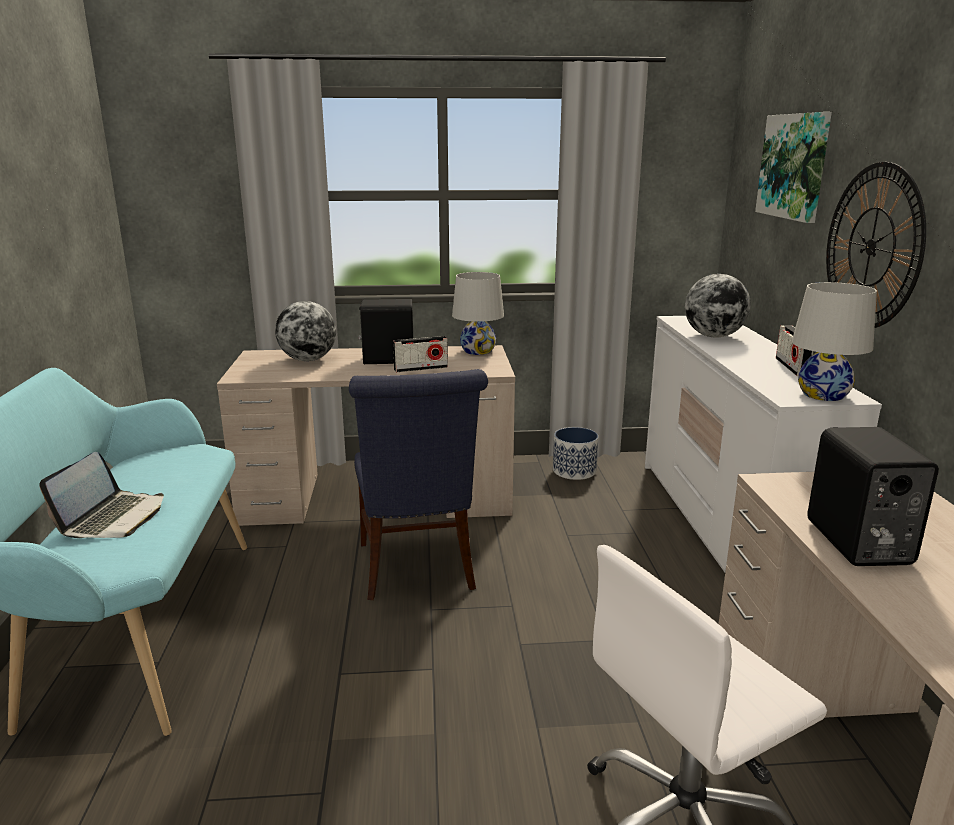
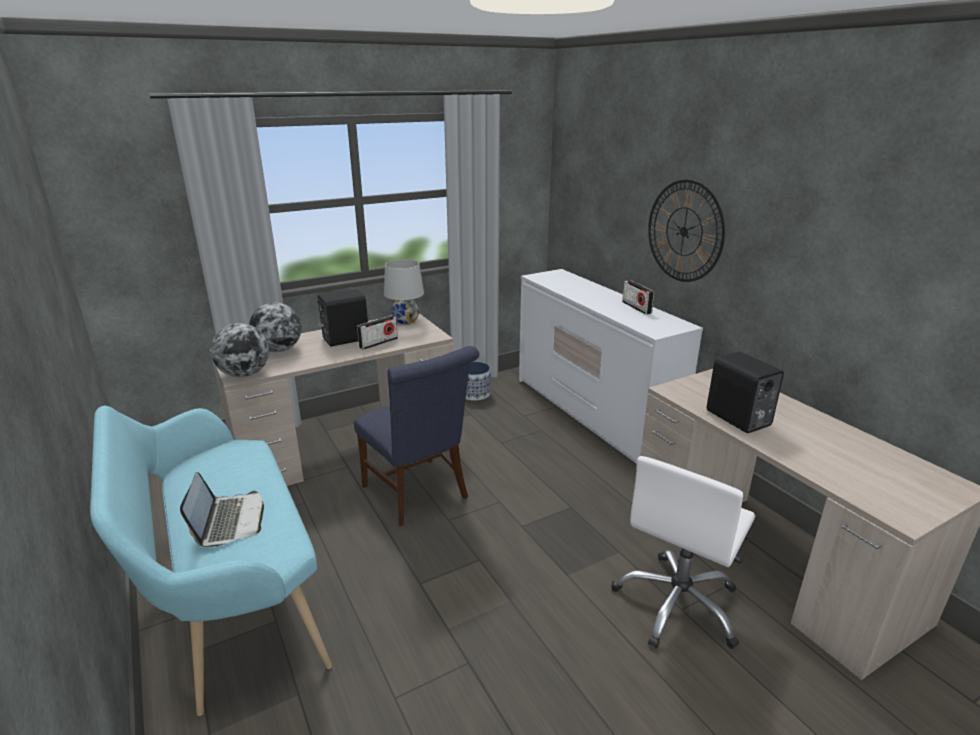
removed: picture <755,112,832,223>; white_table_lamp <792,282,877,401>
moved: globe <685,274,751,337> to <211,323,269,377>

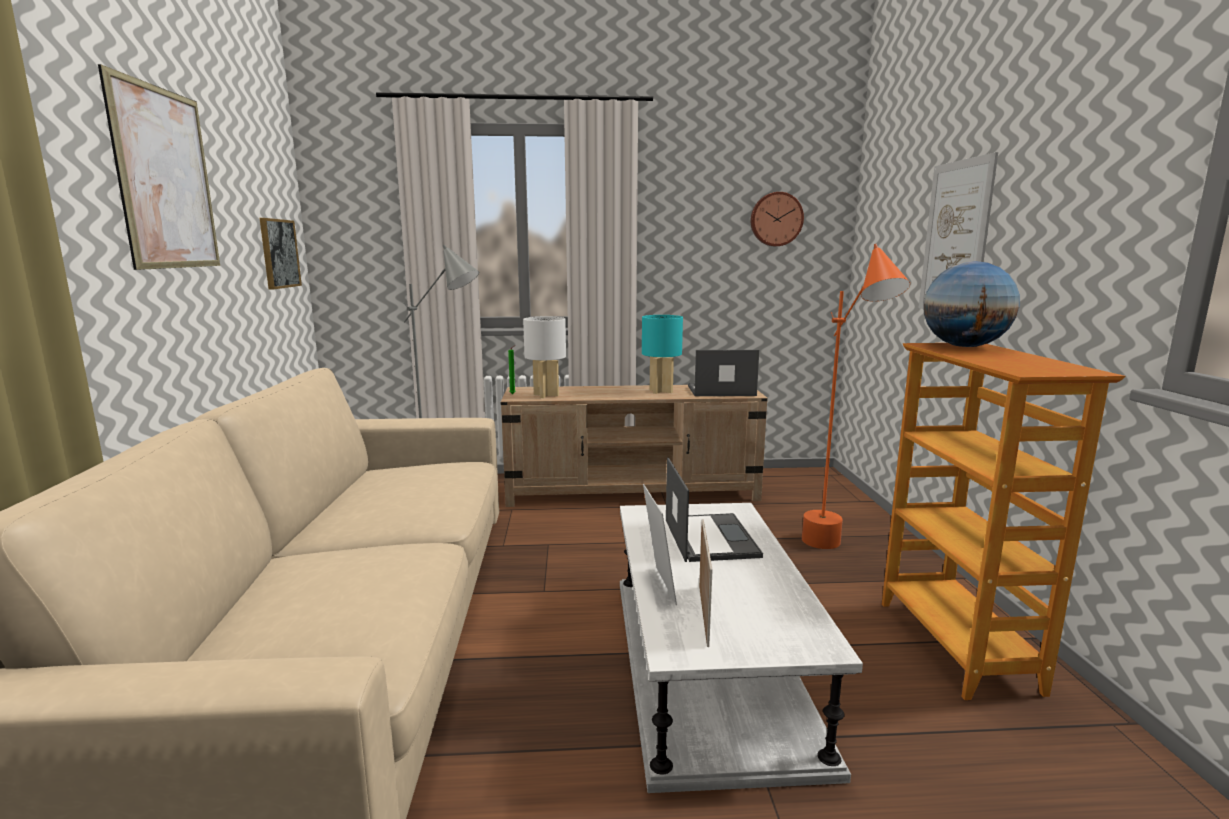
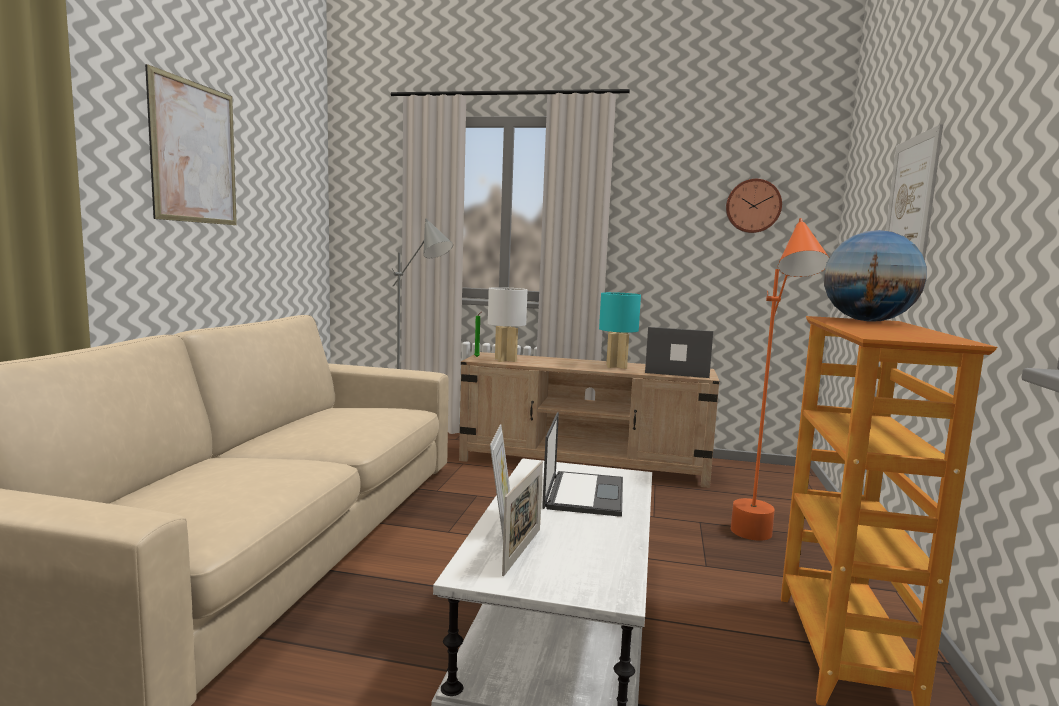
removed: picture <260,218,302,290>

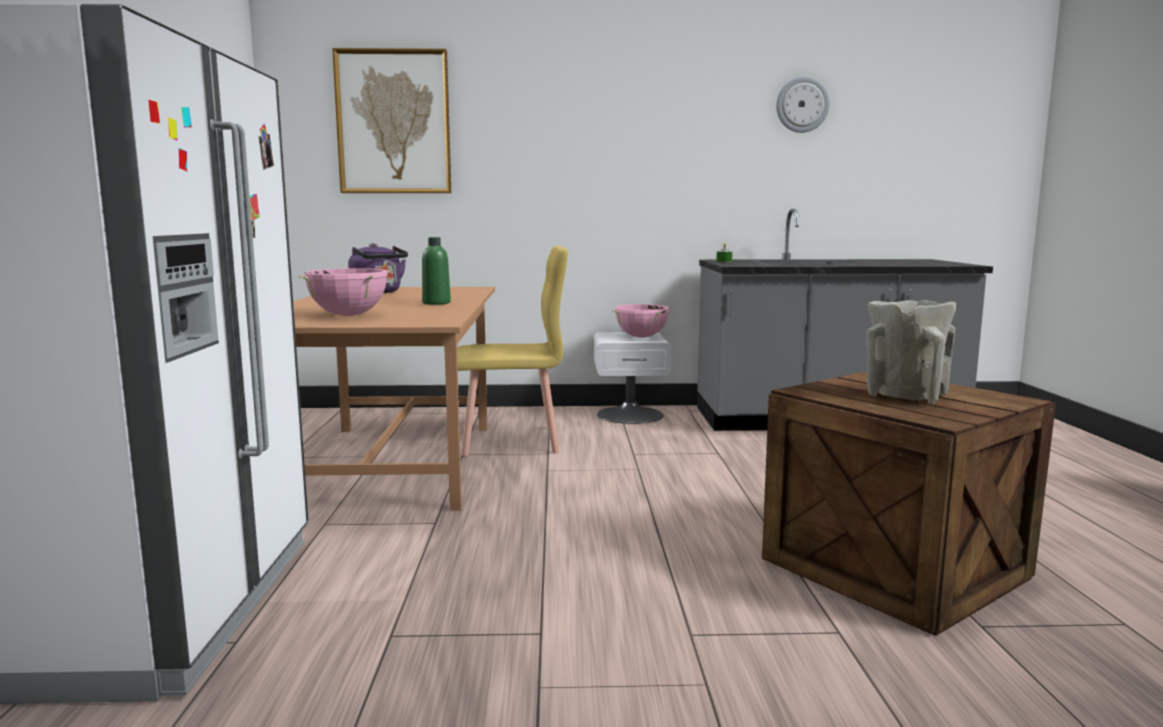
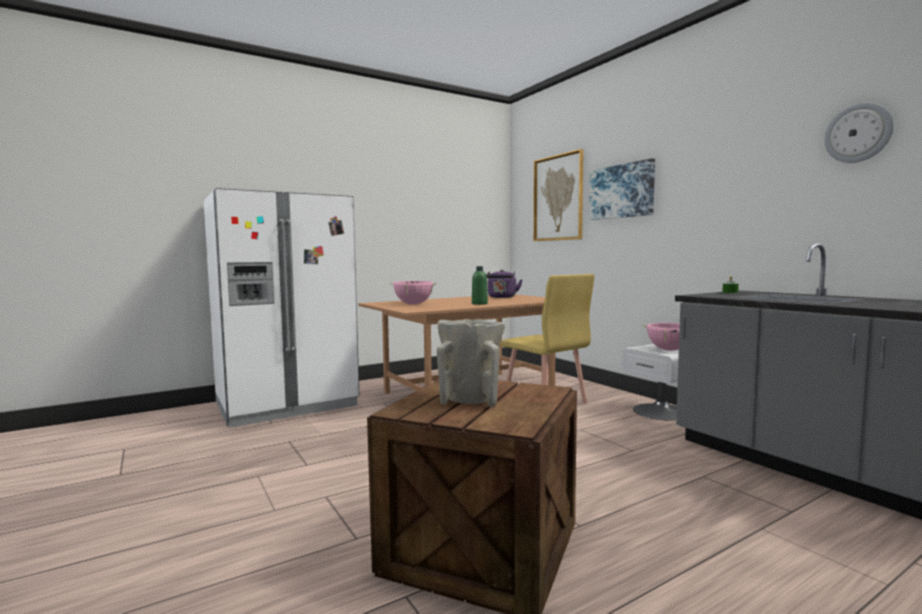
added: picture <589,158,655,220>

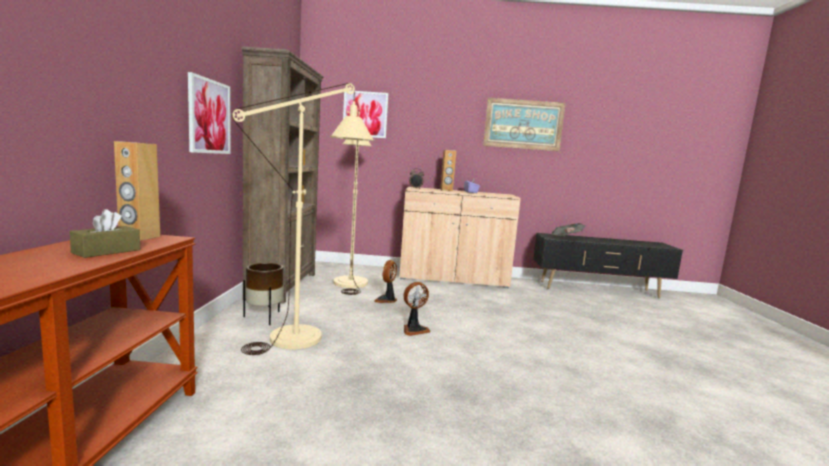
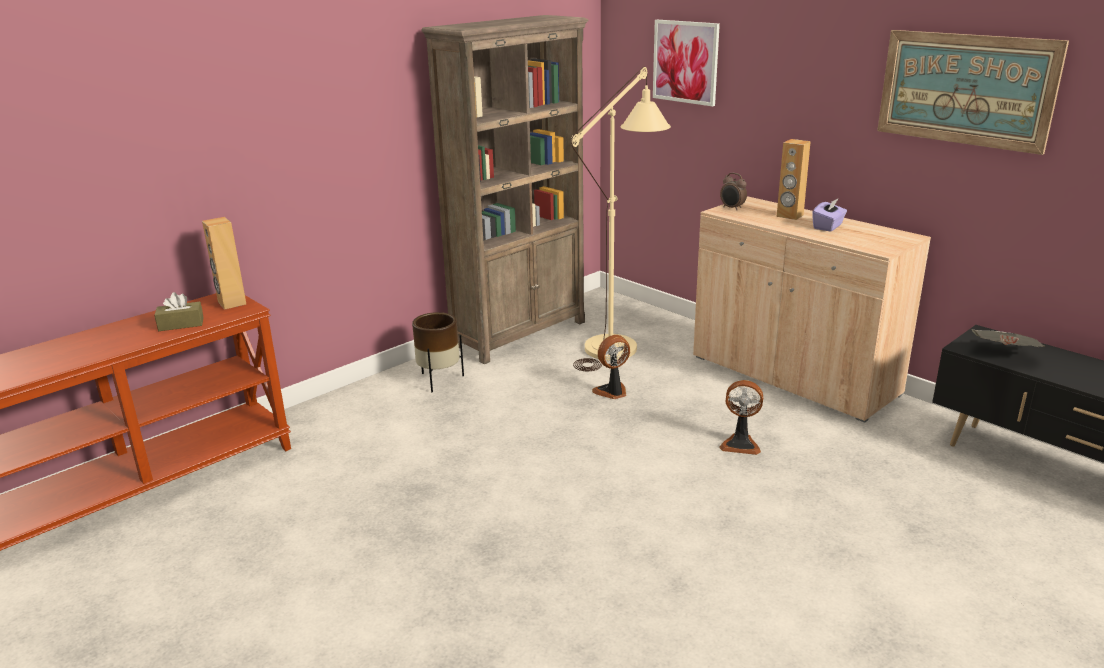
removed: picture <188,72,231,154>; beige_floor_lamp <232,83,375,355>
moved: fan <404,282,430,336> to <720,380,763,455>

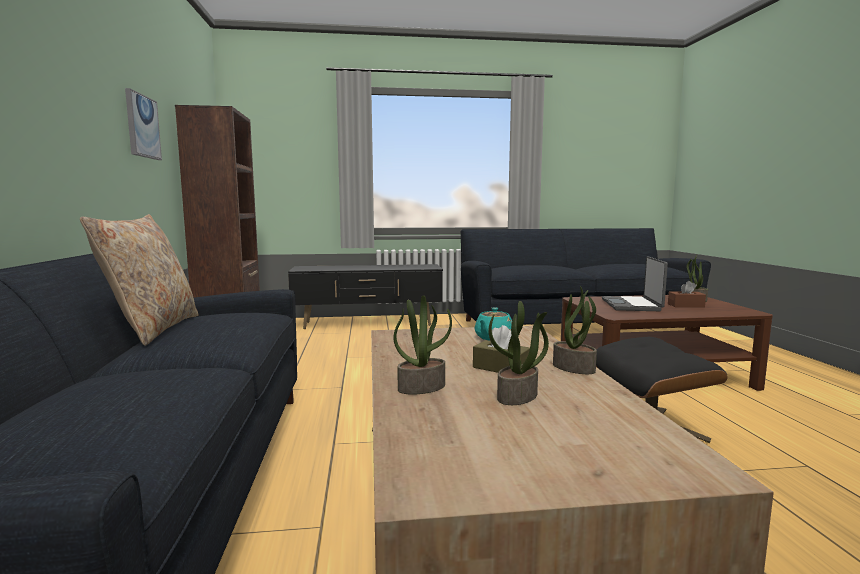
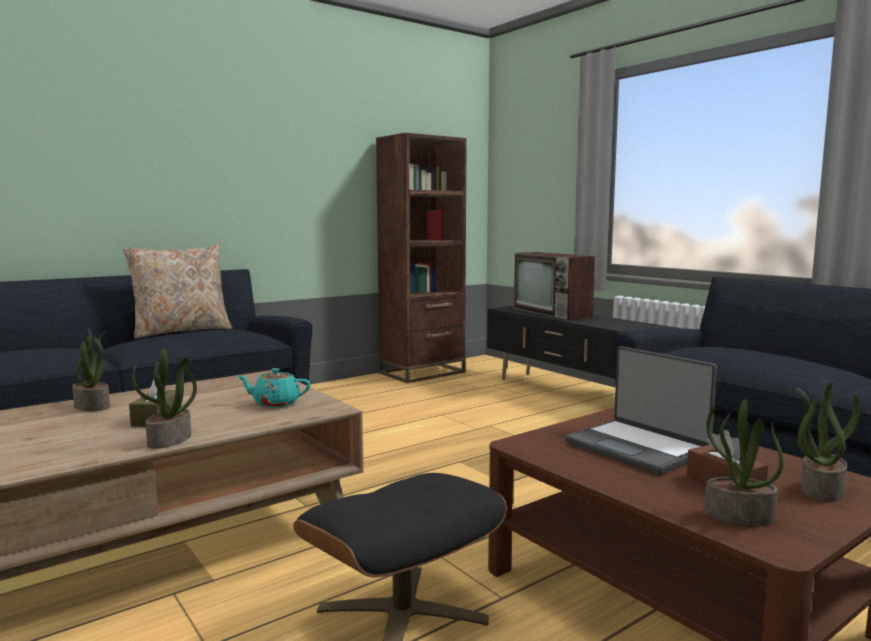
removed: picture <125,88,162,160>
added: television <513,252,595,320>
moved: potted_plant <488,301,549,405> to <704,399,784,526>
turned: laptop <602,256,668,311> = <565,346,717,475> 105 degrees counterclockwise

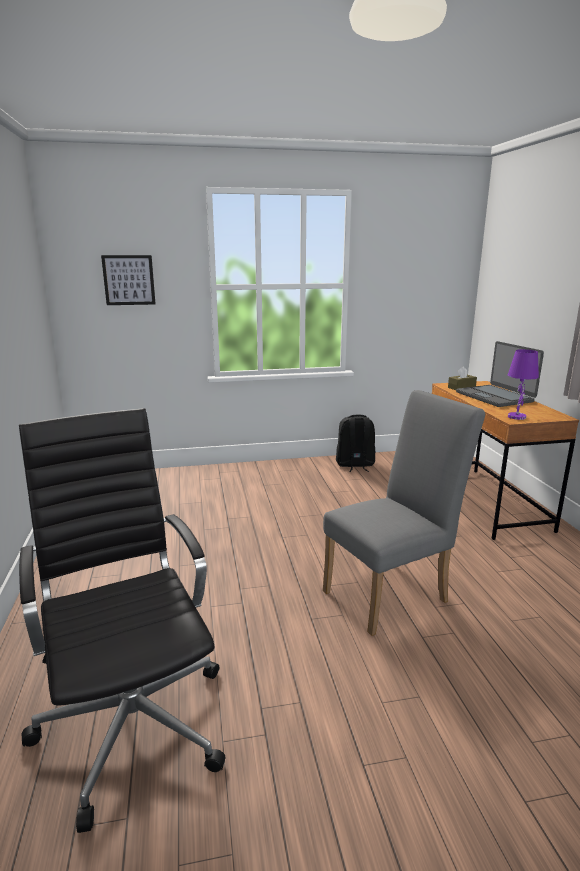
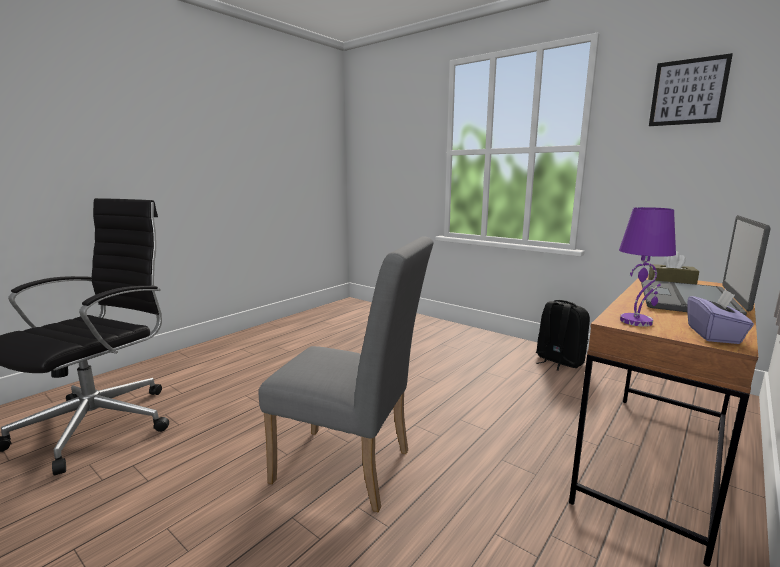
added: purple_tissue_box <687,289,754,344>
moved: picture <101,255,155,305> to <649,53,733,126>

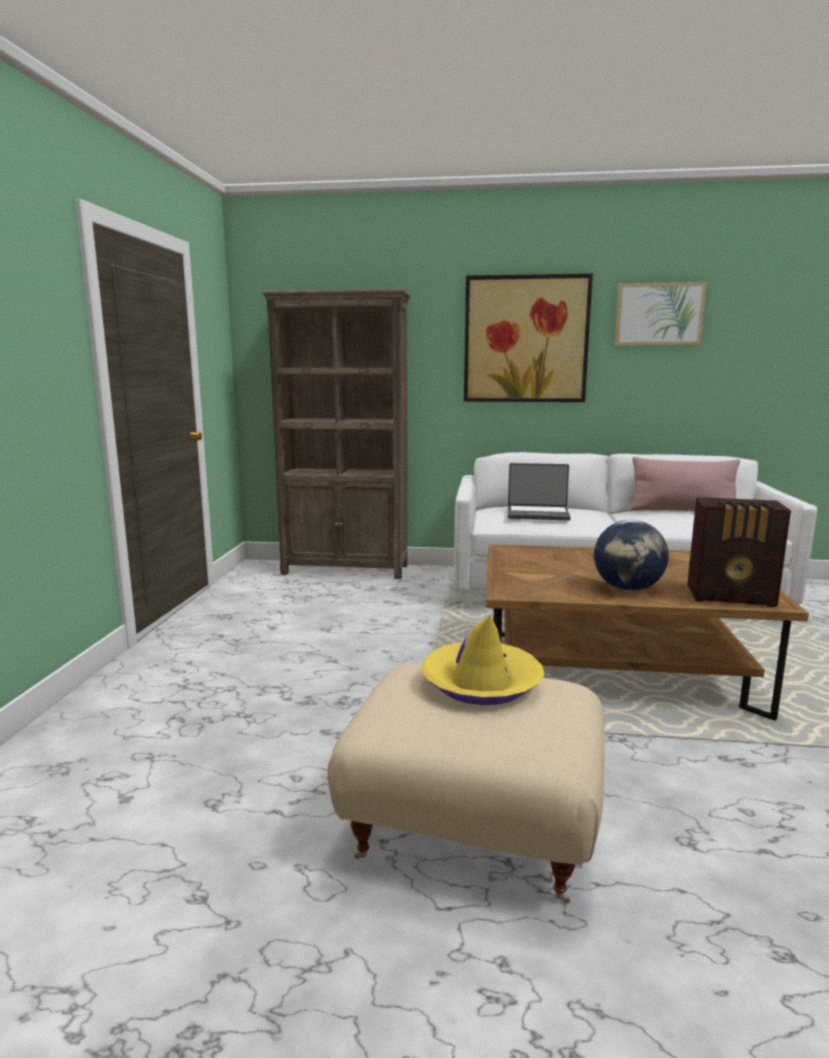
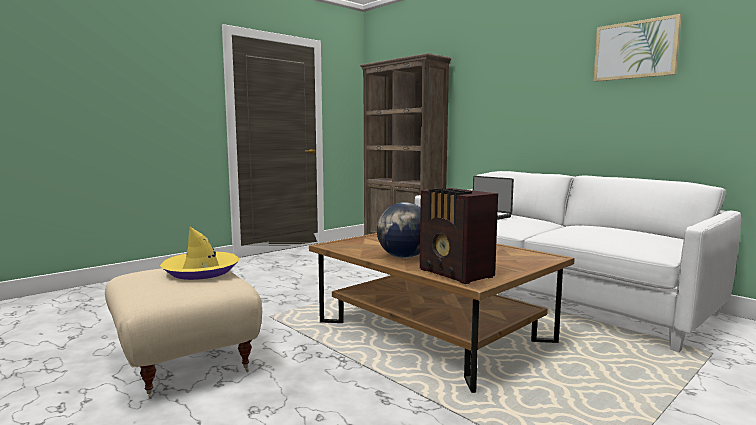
removed: picture <464,273,593,402>; pink_pillow <630,457,740,511>

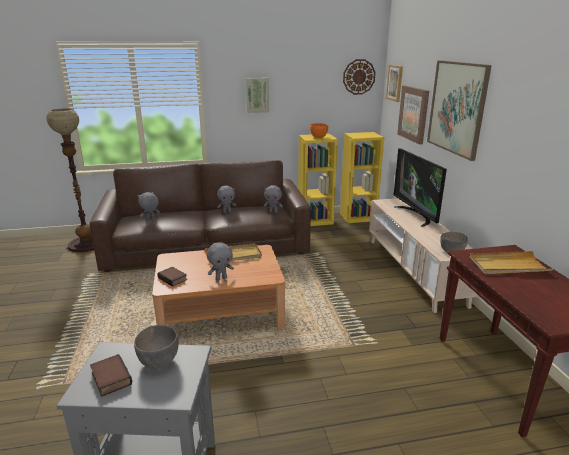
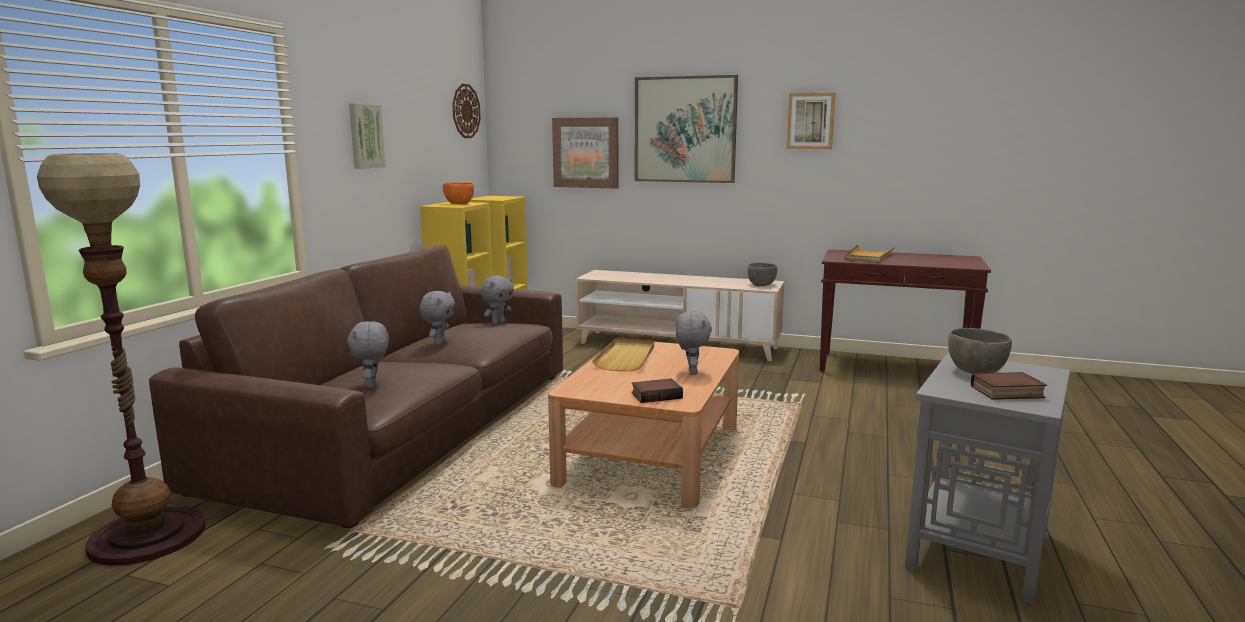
removed: television <394,148,447,227>
moved: picture <386,65,403,102> to <786,93,835,149>

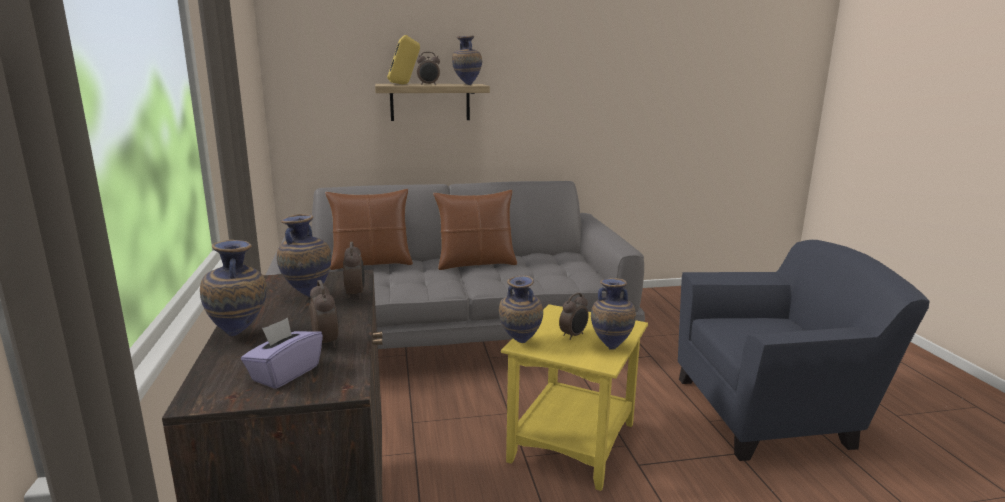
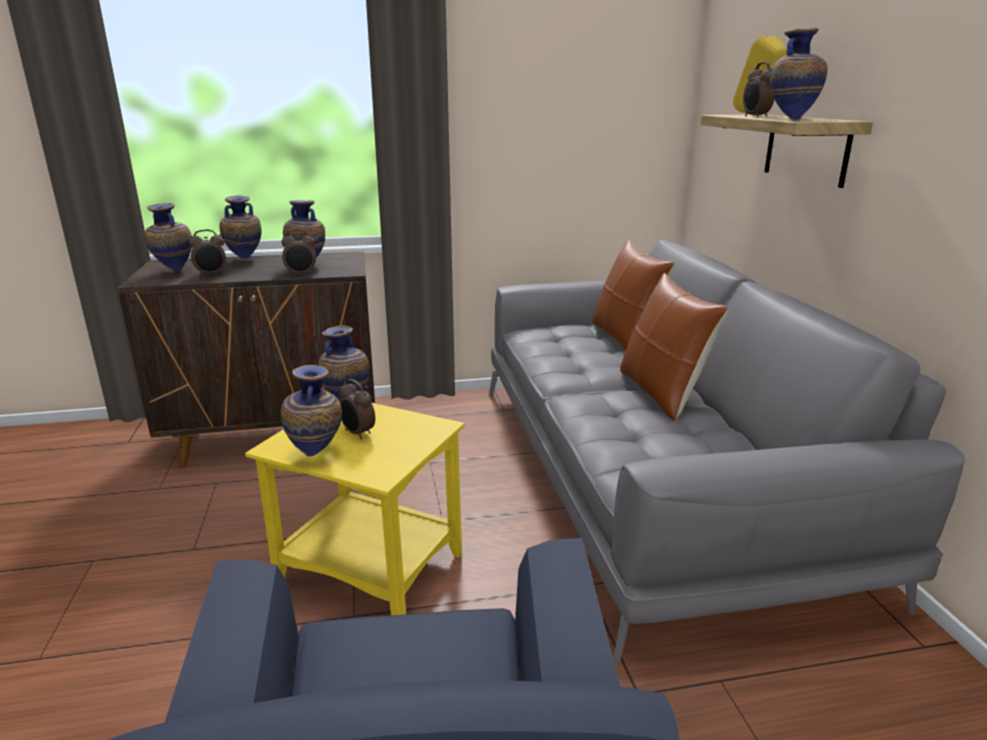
replaced: purple_tissue_box <241,317,323,389> to vase <145,203,191,271>

